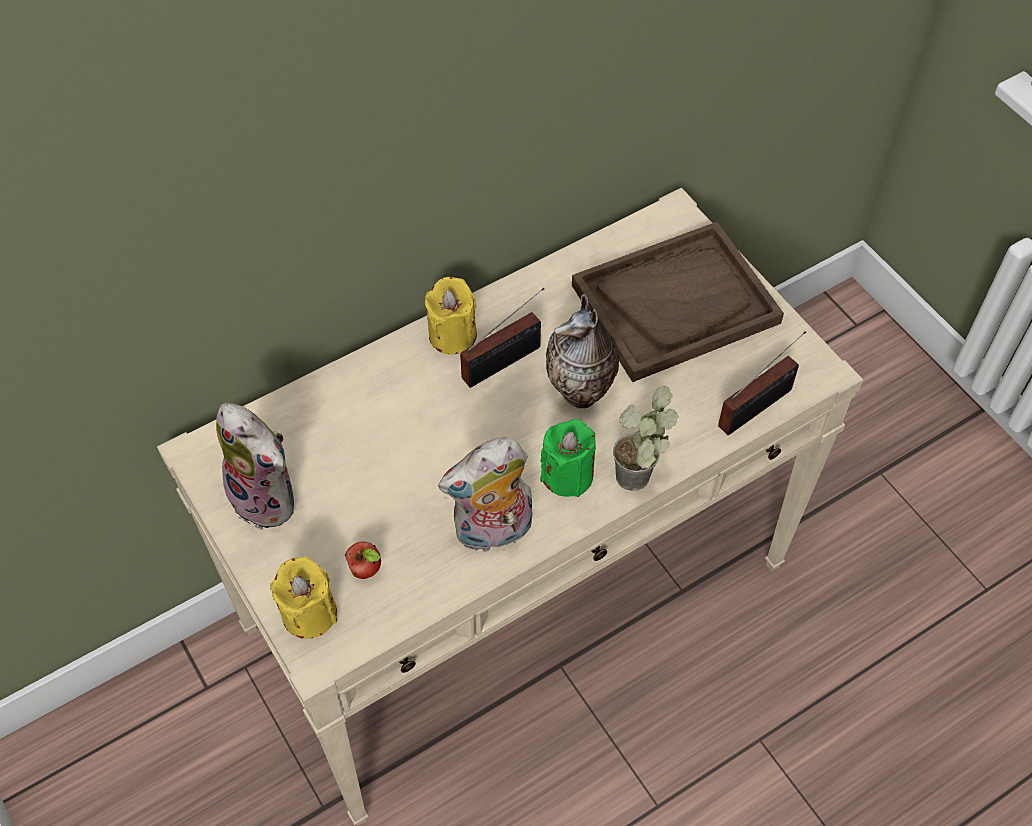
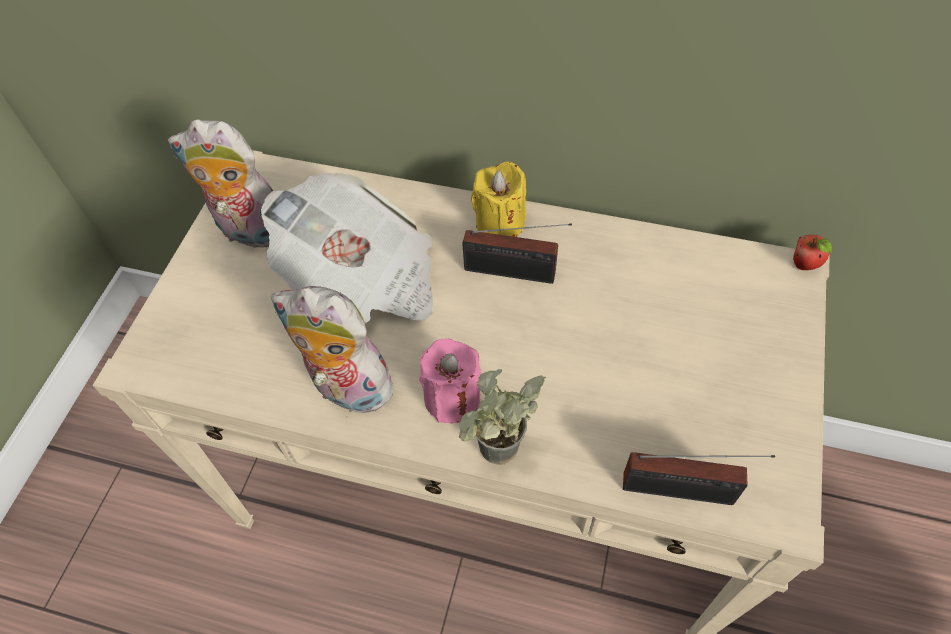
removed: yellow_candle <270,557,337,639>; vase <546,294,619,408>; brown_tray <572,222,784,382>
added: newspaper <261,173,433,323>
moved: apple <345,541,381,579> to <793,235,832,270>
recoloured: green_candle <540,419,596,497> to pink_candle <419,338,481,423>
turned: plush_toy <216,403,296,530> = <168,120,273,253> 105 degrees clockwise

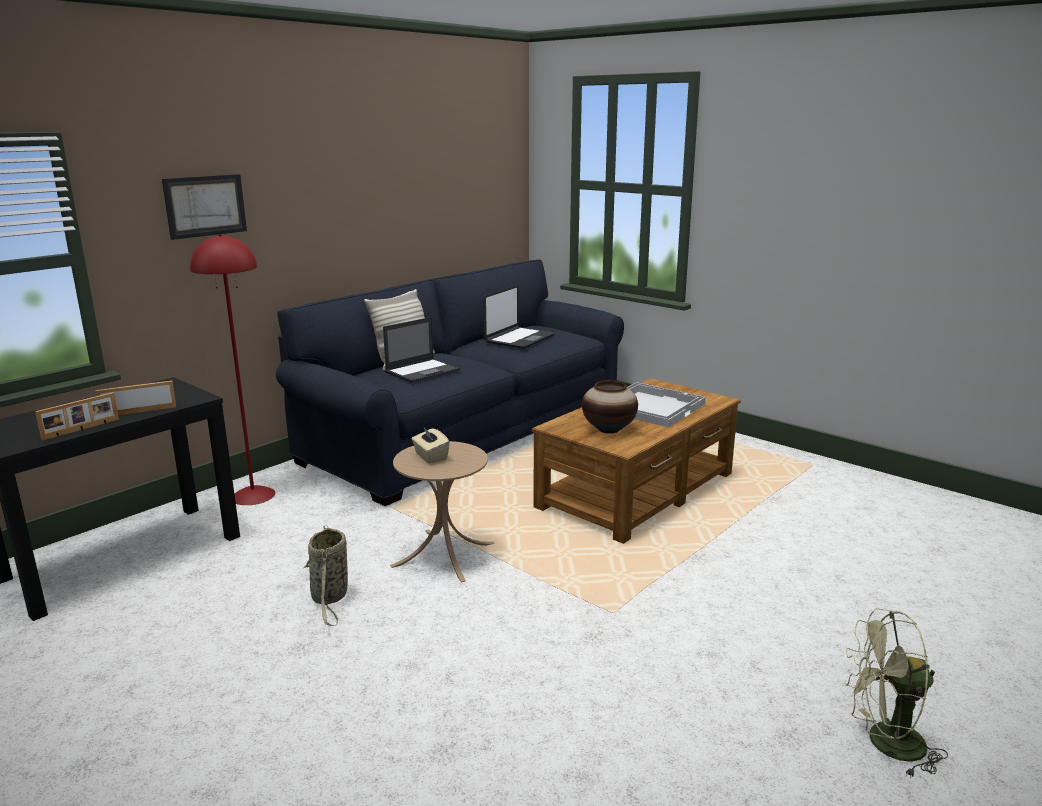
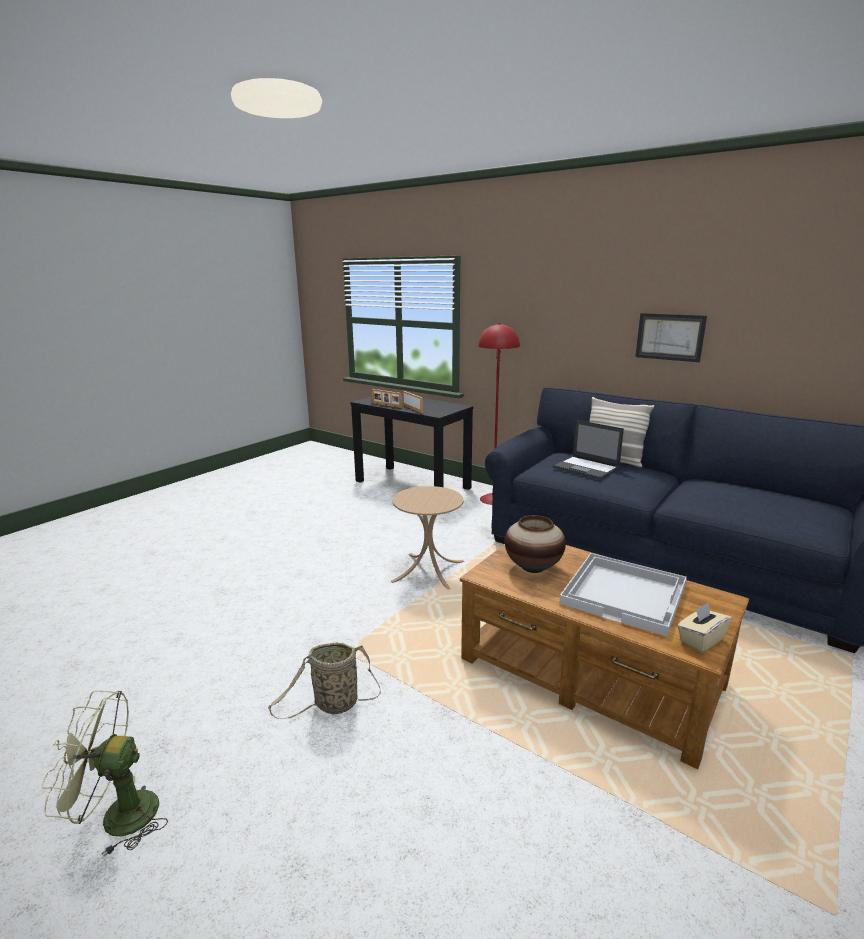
removed: laptop <483,285,555,349>
moved: basket <303,525,348,626> to <268,642,381,719>; picture <162,174,247,240> to <635,313,707,362>; beige_tissue_box <412,426,450,463> to <677,603,732,653>
turned: green_fan <844,608,948,778> = <42,691,168,857> 90 degrees counterclockwise

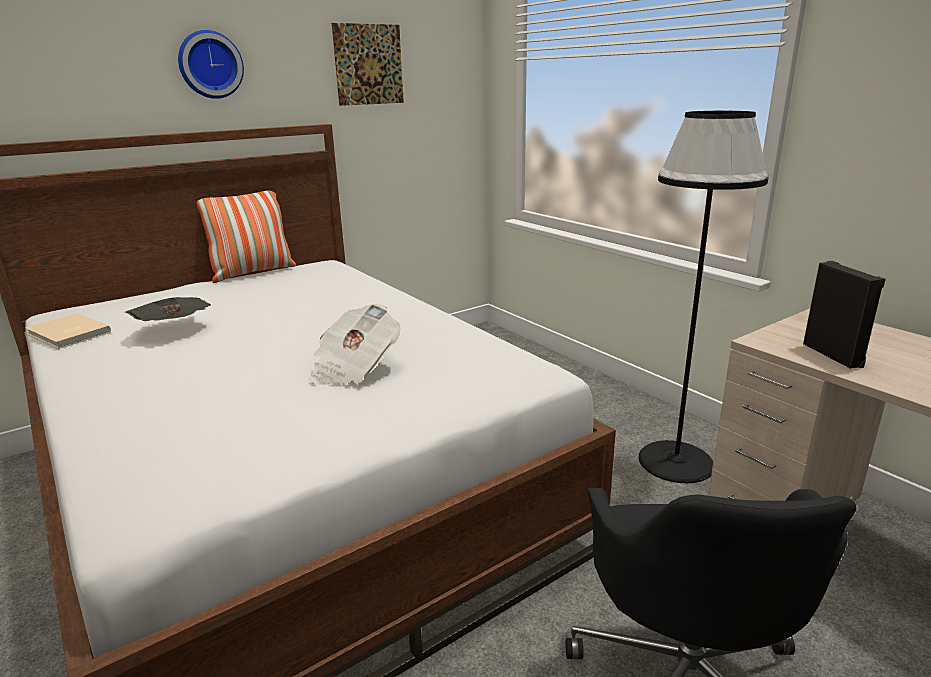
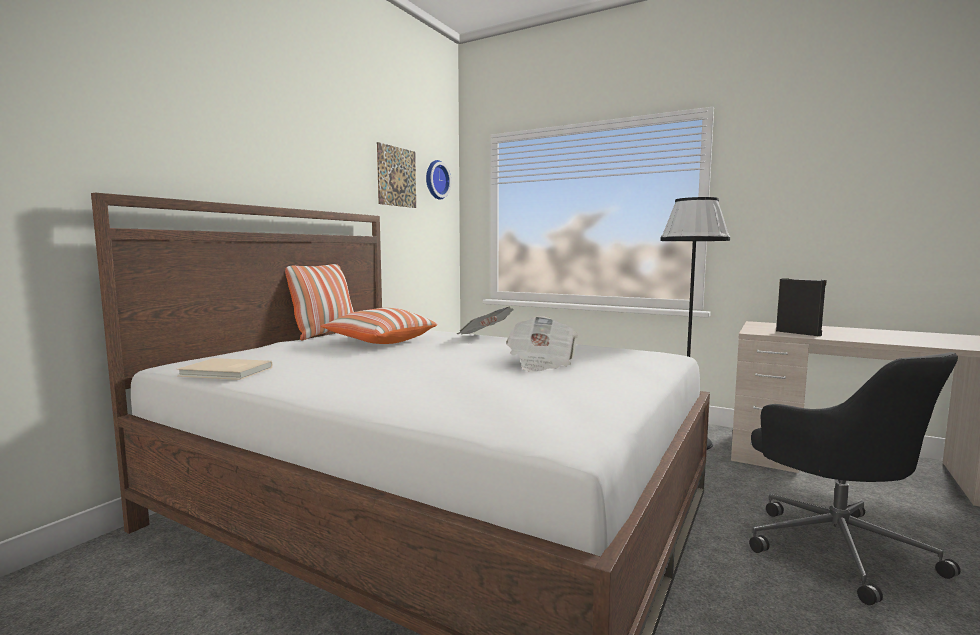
added: pillow <321,308,437,344>
moved: wall_clock <178,30,244,99> to <426,160,451,200>; newspaper <125,297,211,321> to <457,307,514,334>

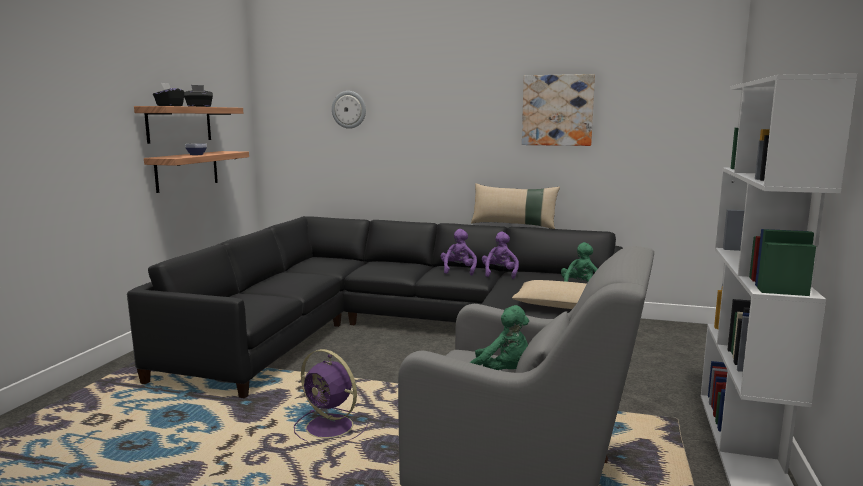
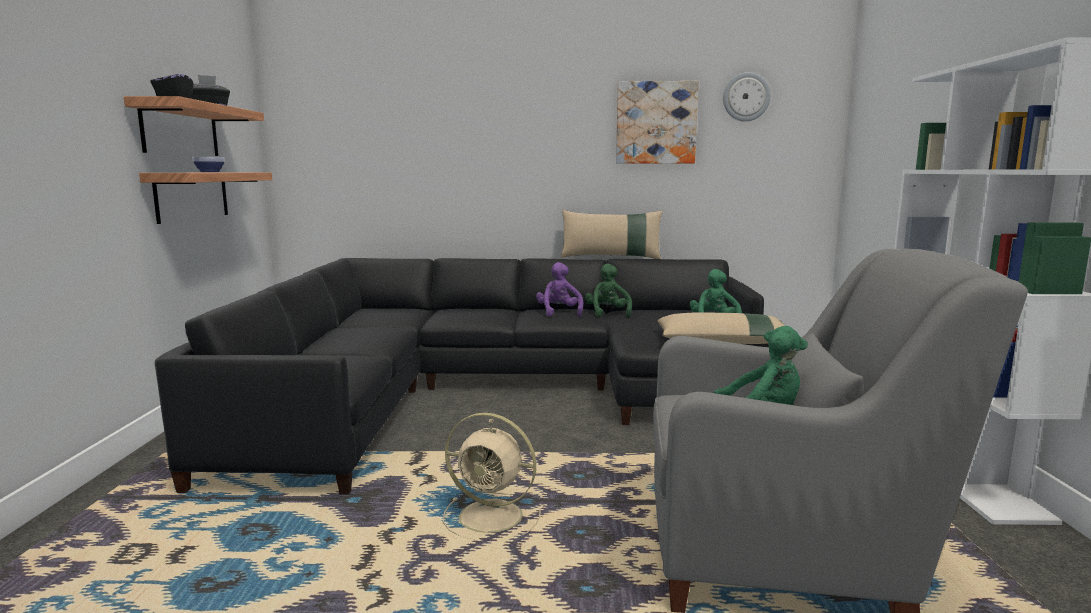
moved: wall_clock <332,91,366,129> to <723,72,771,122>
recoloured: purple_fan <294,349,368,443> to beige_fan <443,413,541,540>; purple_plush_toy <482,232,519,279> to green_plush_toy <585,264,632,318>

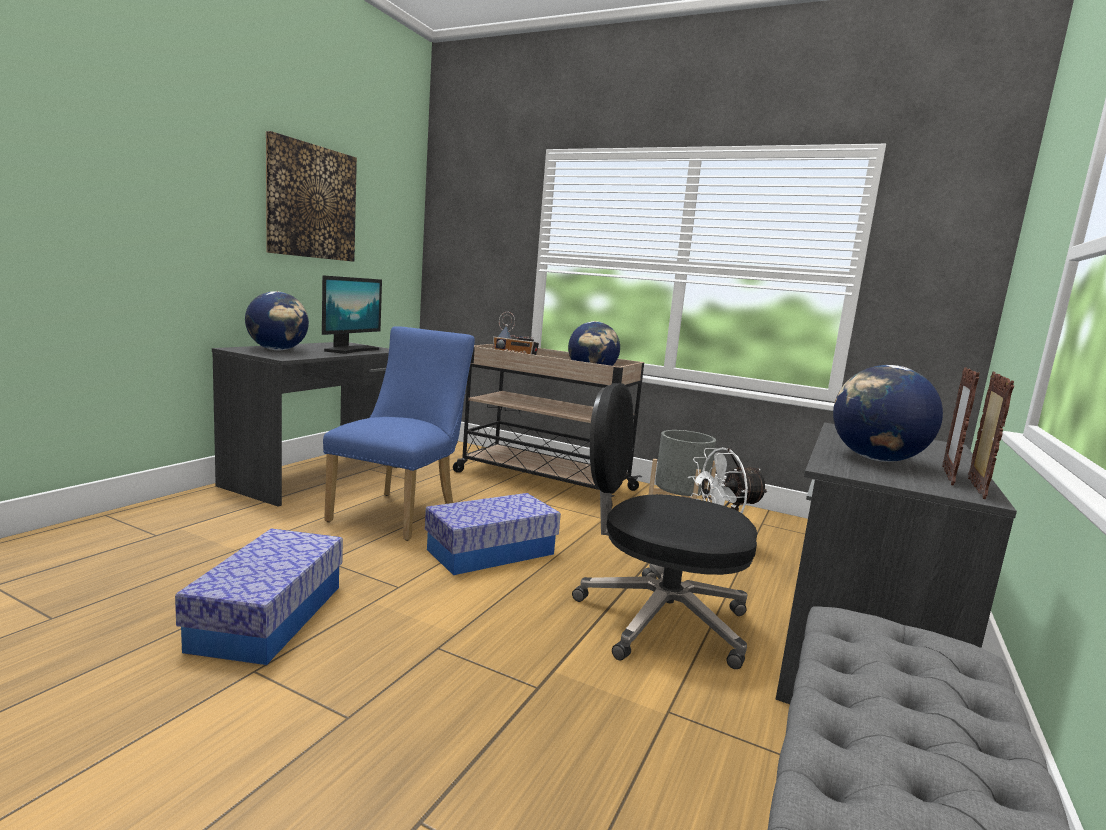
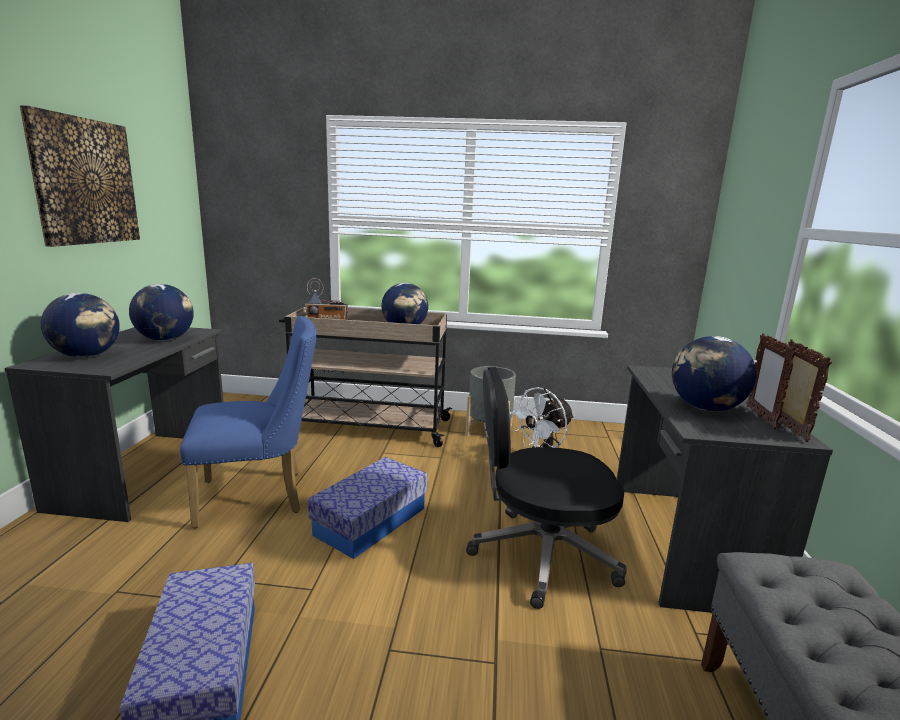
replaced: monitor <322,275,382,354> to globe <129,284,194,341>
turned: blue_chair <323,326,475,541> = <180,316,316,528> 75 degrees clockwise

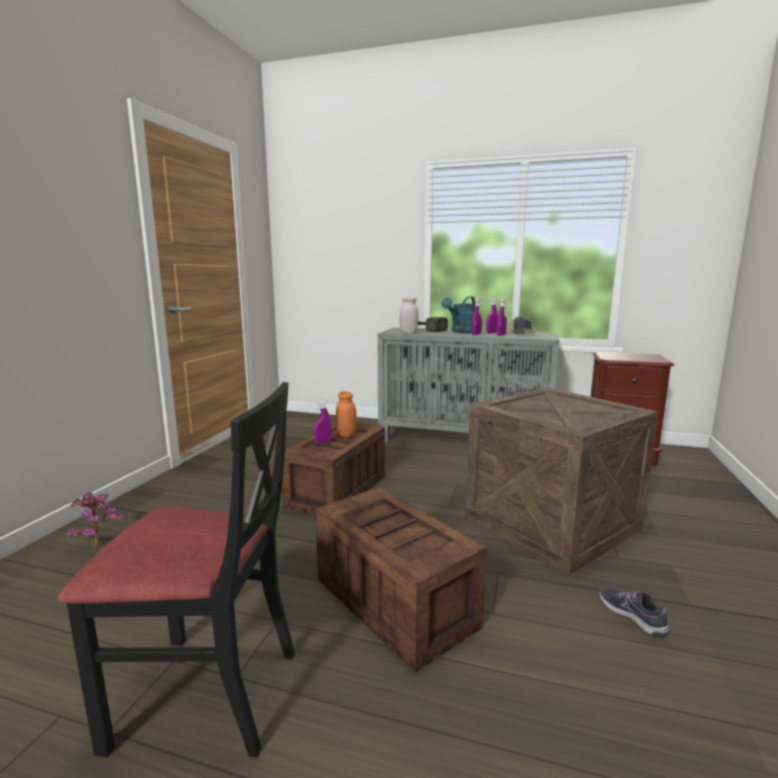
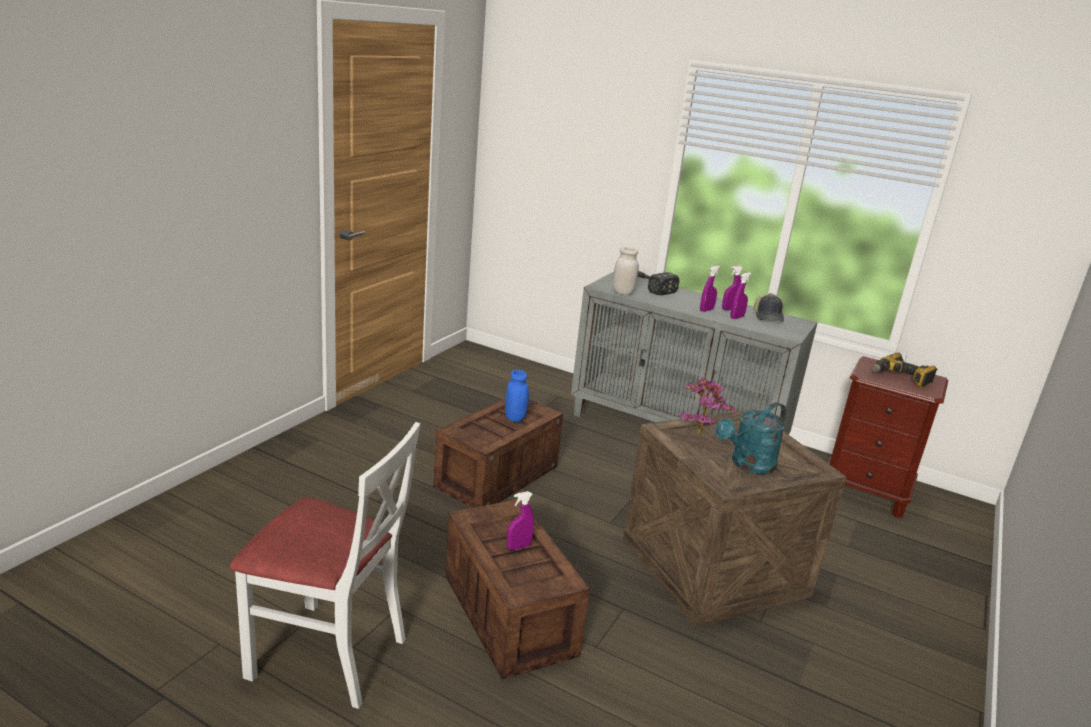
removed: shoe <599,587,669,638>
added: power_drill <872,352,937,388>
moved: purple_spray_bottle <314,399,332,444> to <507,491,534,550>; potted_plant <66,492,124,548> to <680,377,735,436>; turquoise_watering_can <442,297,476,333> to <716,402,786,474>
recoloured: black_chair <58,382,295,757> to white_chair <230,422,420,709>; orange_jar <336,391,357,437> to blue_jar <505,370,529,422>

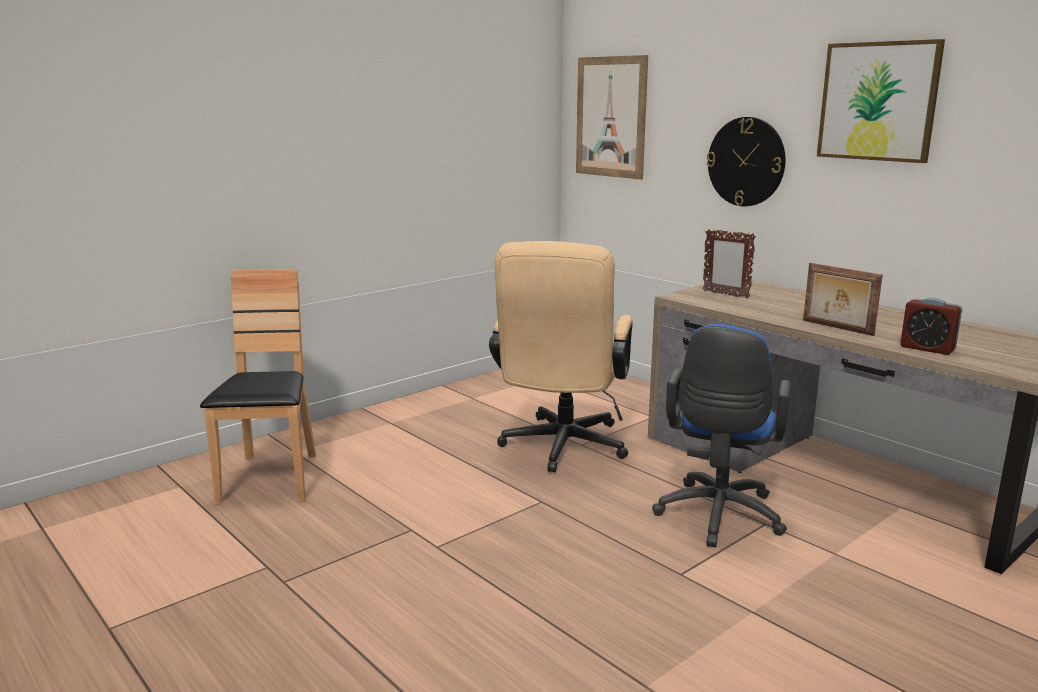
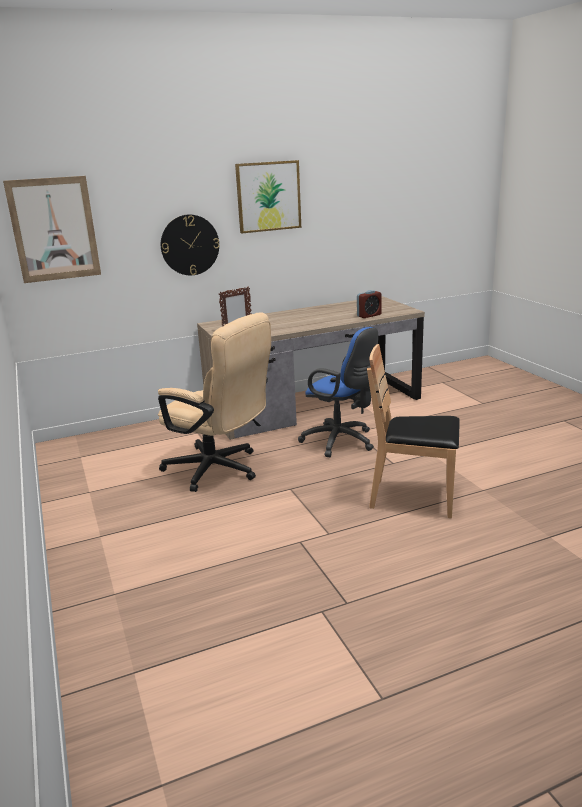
removed: picture_frame <803,263,883,336>
moved: brown_chair <200,269,316,504> to <367,344,460,518>

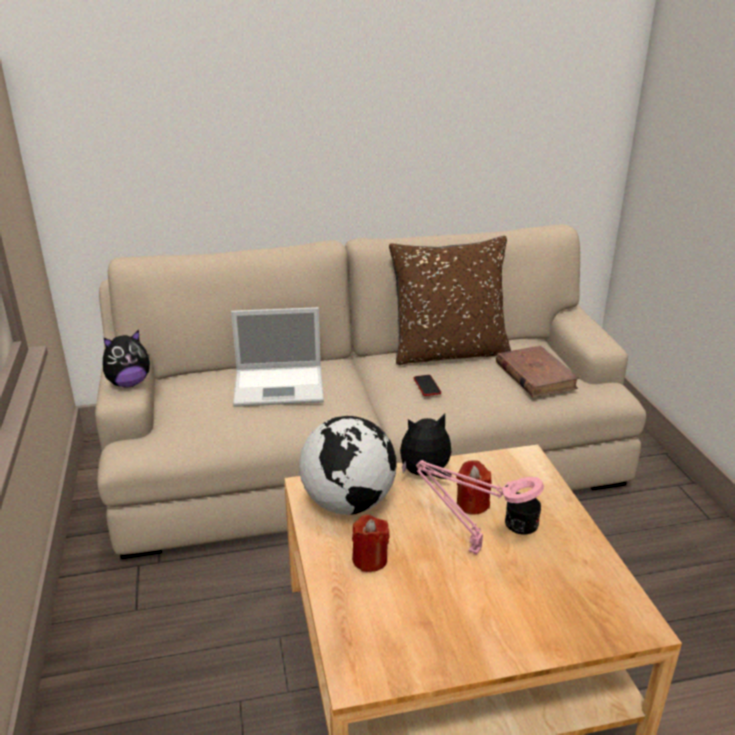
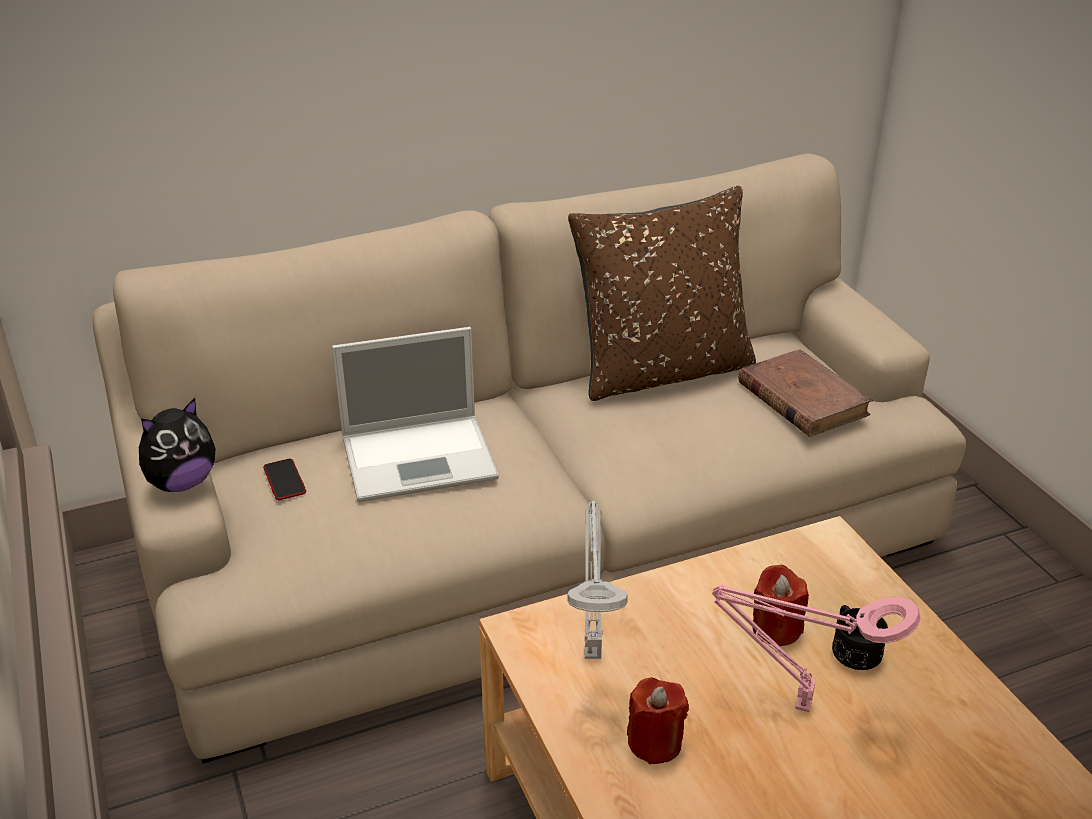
removed: plush_toy <400,414,452,479>
moved: phone <414,375,441,396> to <263,459,306,500>
replaced: globe <299,416,397,515> to grey_table_lamp <567,501,628,659>

